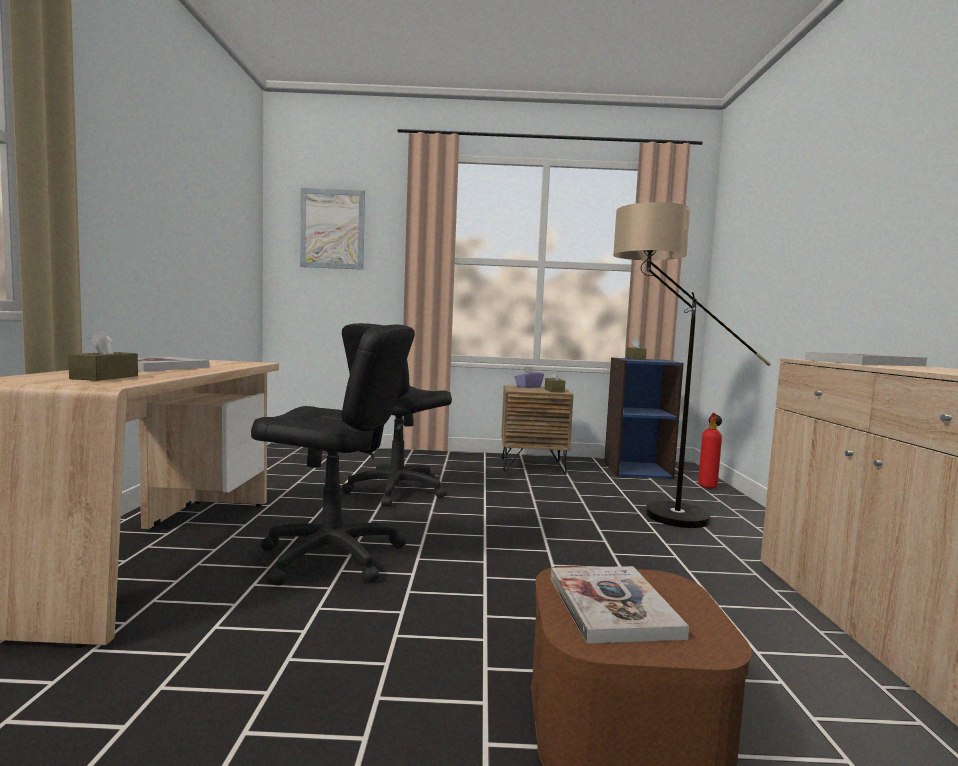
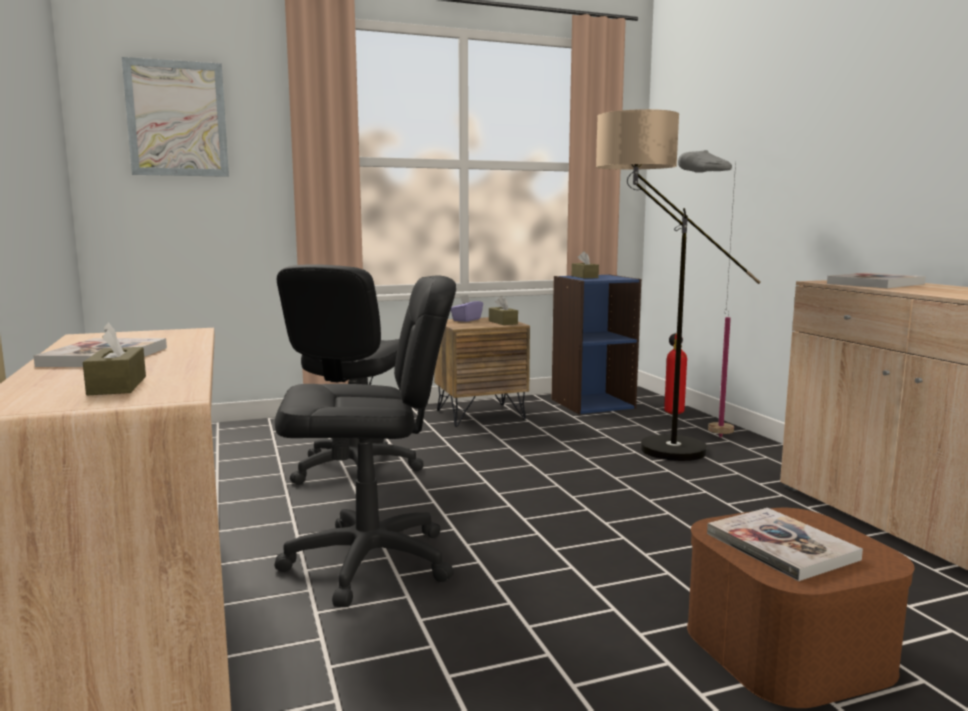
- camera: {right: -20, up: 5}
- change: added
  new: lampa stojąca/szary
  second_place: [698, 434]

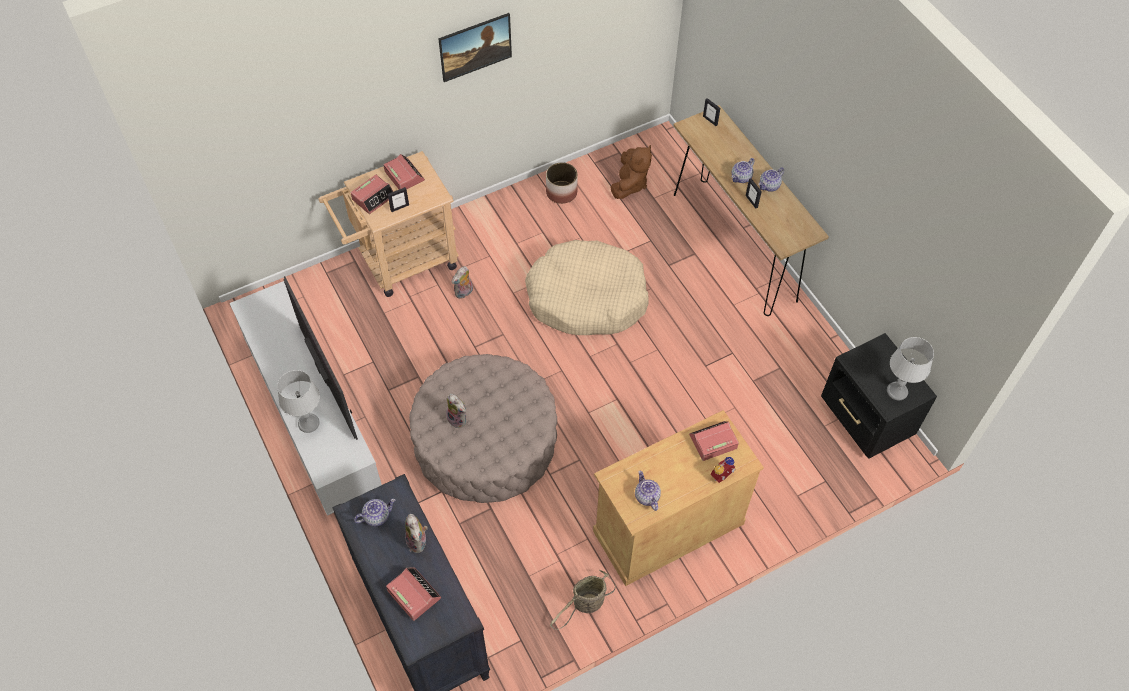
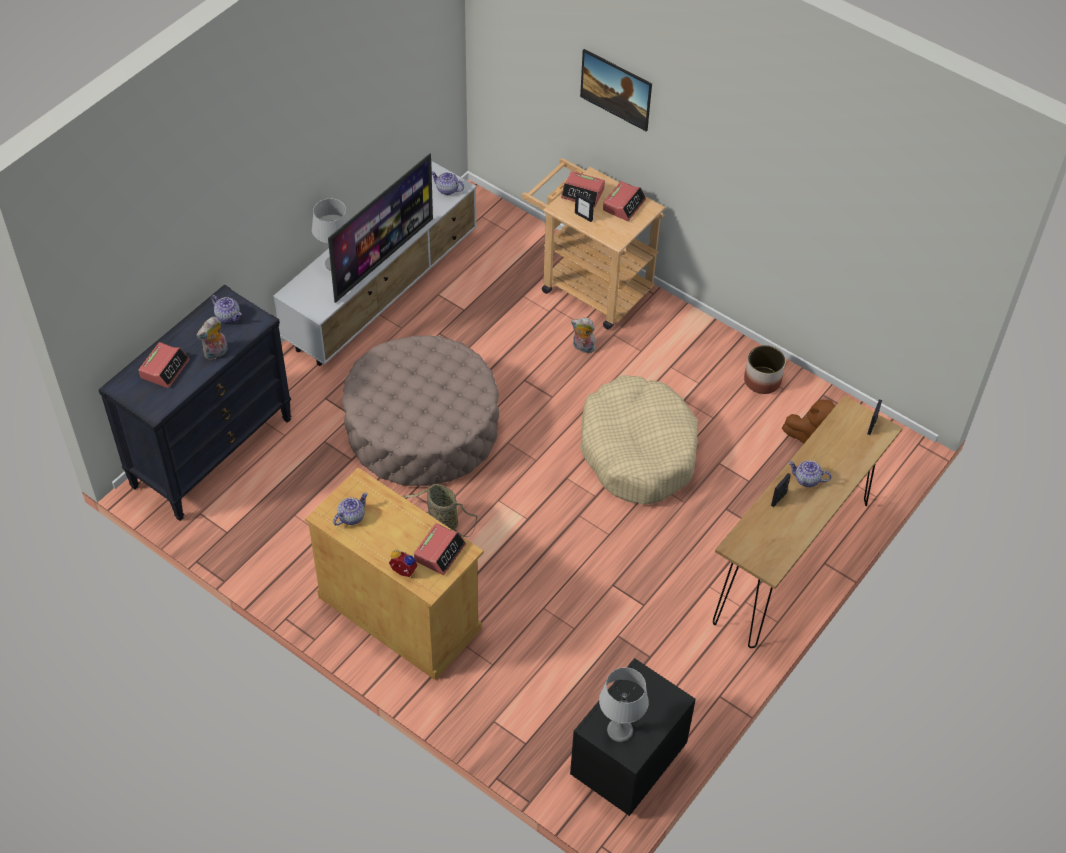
- camera: {right: 65, up: -5}
- change: moved
  old: koszyk
  first_place: [586, 604]
  second_place: [441, 521]
- change: turned
  old: budzik
  first_place: [713, 442]
  second_place: [440, 552]
  degrees: 75
- change: moved
  old: imbryk
  first_place: [769, 186]
  second_place: [447, 190]
- change: moved
  old: obraz
  first_place: [476, 57]
  second_place: [615, 101]
- change: removed
  old: pluszak
  first_place: [458, 419]

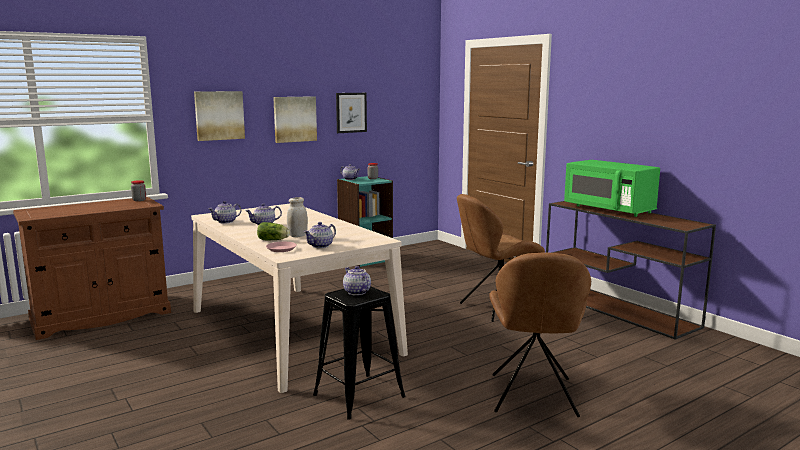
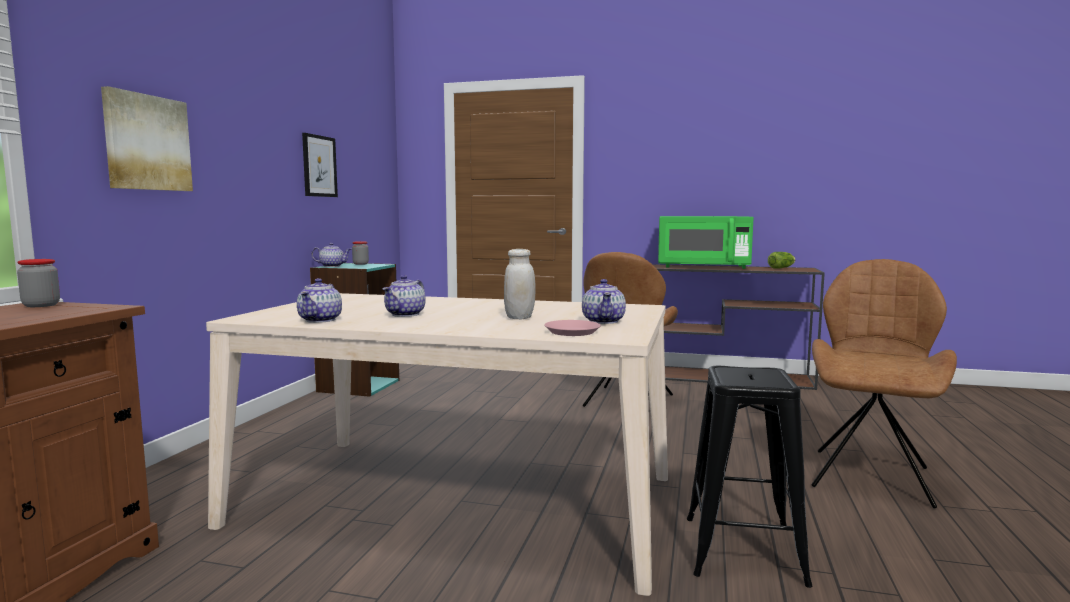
- camera: {right: -40, up: -5}
- change: moved
  old: sałata
  first_place: [274, 240]
  second_place: [782, 268]
- change: turned
  old: krzesło/brązowy
  first_place: [533, 397]
  second_place: [871, 475]
  degrees: -120
- change: removed
  old: obraz
  first_place: [294, 119]
- change: removed
  old: imbryk
  first_place: [356, 292]

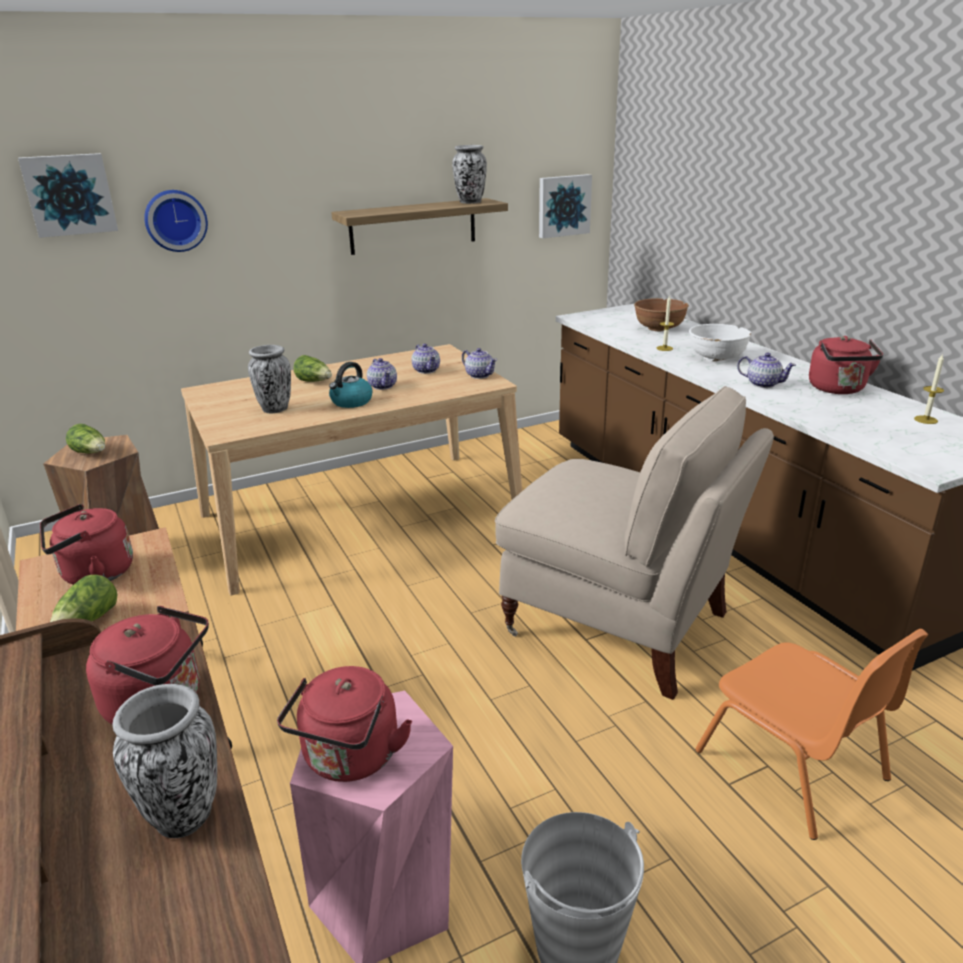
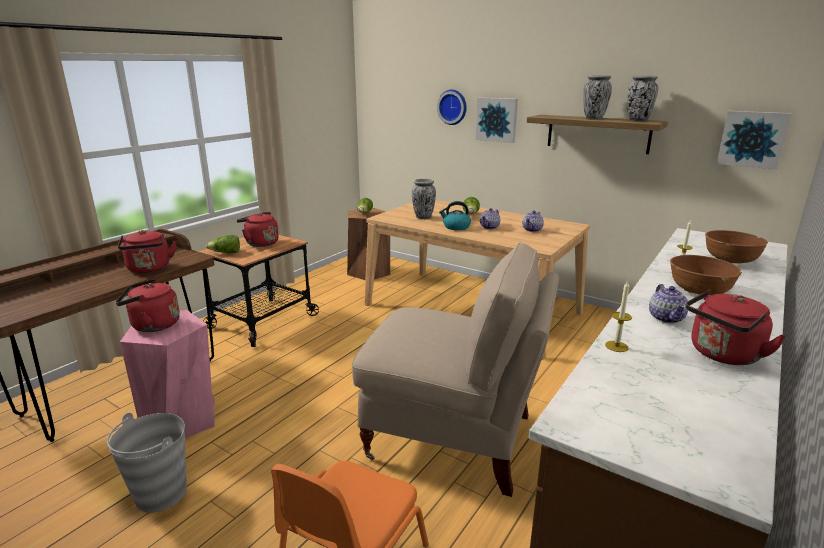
- camera: {right: 60, up: -5}
- change: turned
  old: krzesło/beżowy
  first_place: [620, 625]
  second_place: [453, 437]
  degrees: -75
- change: moved
  old: obraz
  first_place: [69, 195]
  second_place: [497, 119]
- change: moved
  old: wazon
  first_place: [184, 815]
  second_place: [593, 118]
- change: moved
  old: świeca
  first_place: [926, 420]
  second_place: [616, 346]
- change: recoloured
  old: miska/biały
  new: miska/brązowy
  first_place: [716, 358]
  second_place: [699, 291]
- change: removed
  old: imbryk
  first_place: [479, 375]

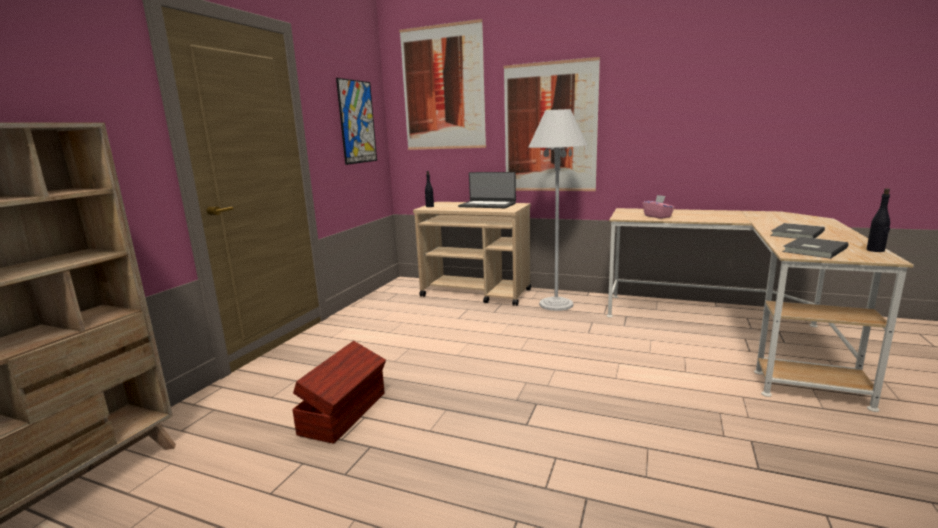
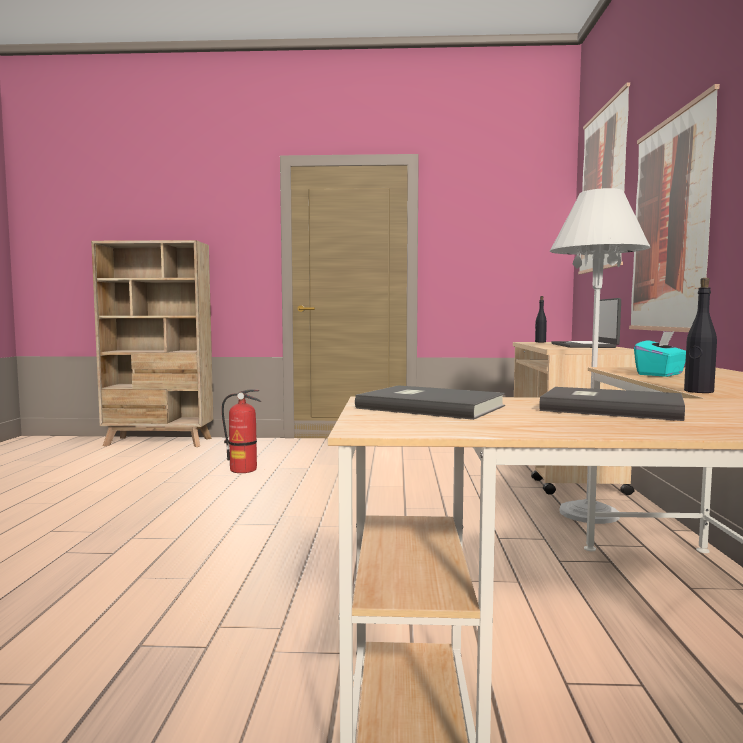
- camera: {right: 70, up: -10}
- change: replaced
  old: pojemnik do przechowywania/brązowy
  new: gaśnica
  first_place: [345, 413]
  second_place: [243, 470]
- change: recoloured
  old: pudełko chusteczek/różowy
  new: pudełko chusteczek/turkusowy
  first_place: [657, 216]
  second_place: [661, 374]
- change: moved
  old: butelka/czarny
  first_place: [875, 250]
  second_place: [698, 391]
- change: removed
  old: obraz
  first_place: [357, 122]

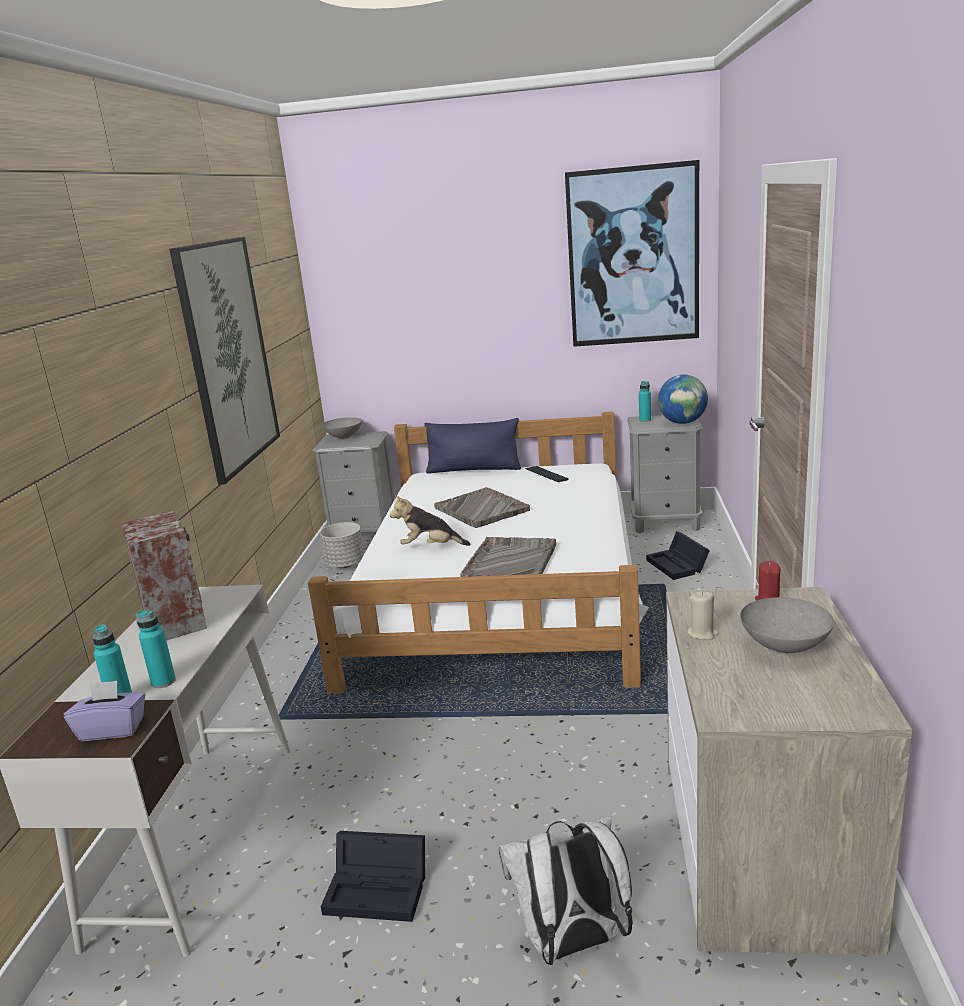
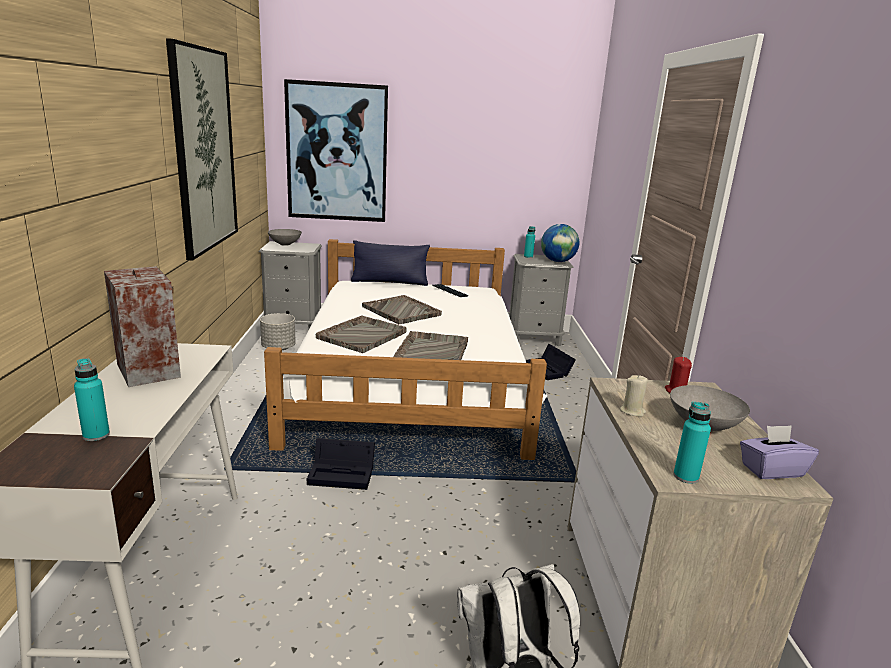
- camera: {right: -10, up: 0}
- change: moved
  old: obraz
  first_place: [633, 256]
  second_place: [337, 153]
- change: moved
  old: pojemnik do przechowywania/czarny
  first_place: [380, 889]
  second_place: [343, 474]
- change: replaced
  old: pluszak
  new: taca/szary
  first_place: [430, 547]
  second_place: [362, 335]
- change: moved
  old: butelka/turkusowy
  first_place: [163, 682]
  second_place: [685, 477]
- change: moved
  old: pudełko chusteczek/fioletowy
  first_place: [112, 729]
  second_place: [771, 470]

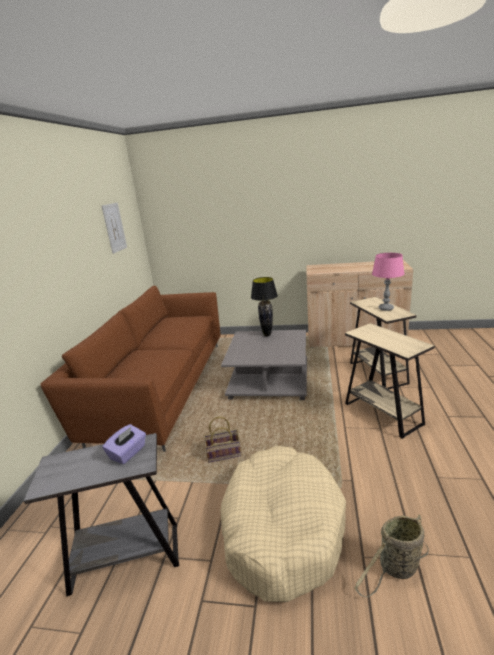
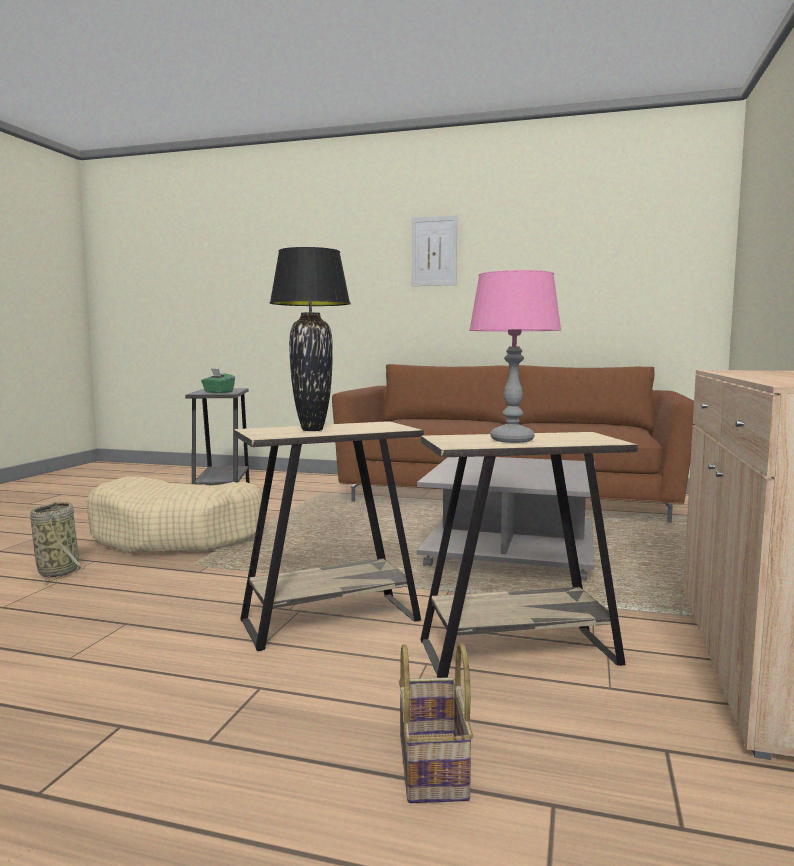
- camera: {right: 95, up: -15}
- change: recoloured
  old: pudełko chusteczek/fioletowy
  new: pudełko chusteczek/zielony
  first_place: [128, 453]
  second_place: [218, 392]
- change: moved
  old: lampa stołowa/czarny
  first_place: [267, 335]
  second_place: [313, 430]
- change: moved
  old: koszyk
  first_place: [224, 453]
  second_place: [435, 768]
- change: moved
  old: obraz
  first_place: [114, 227]
  second_place: [434, 251]

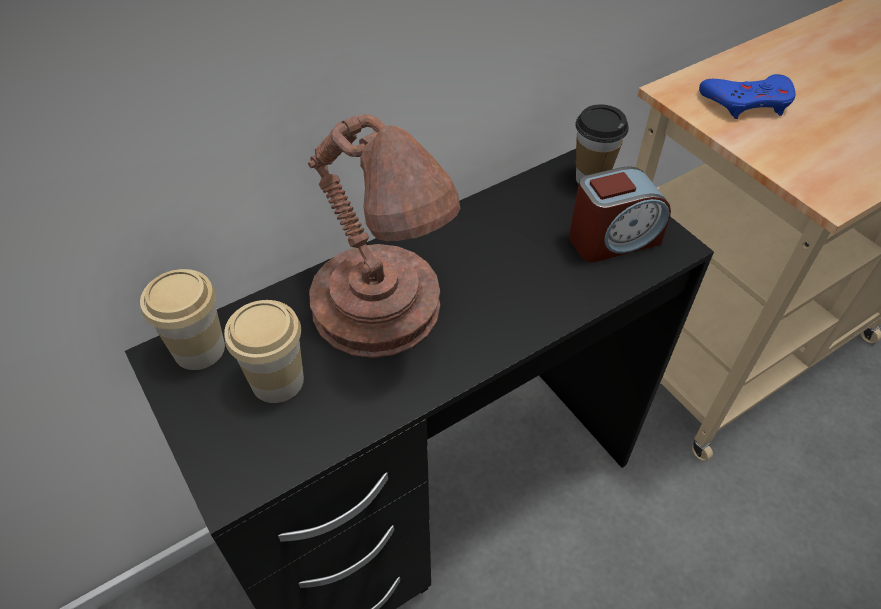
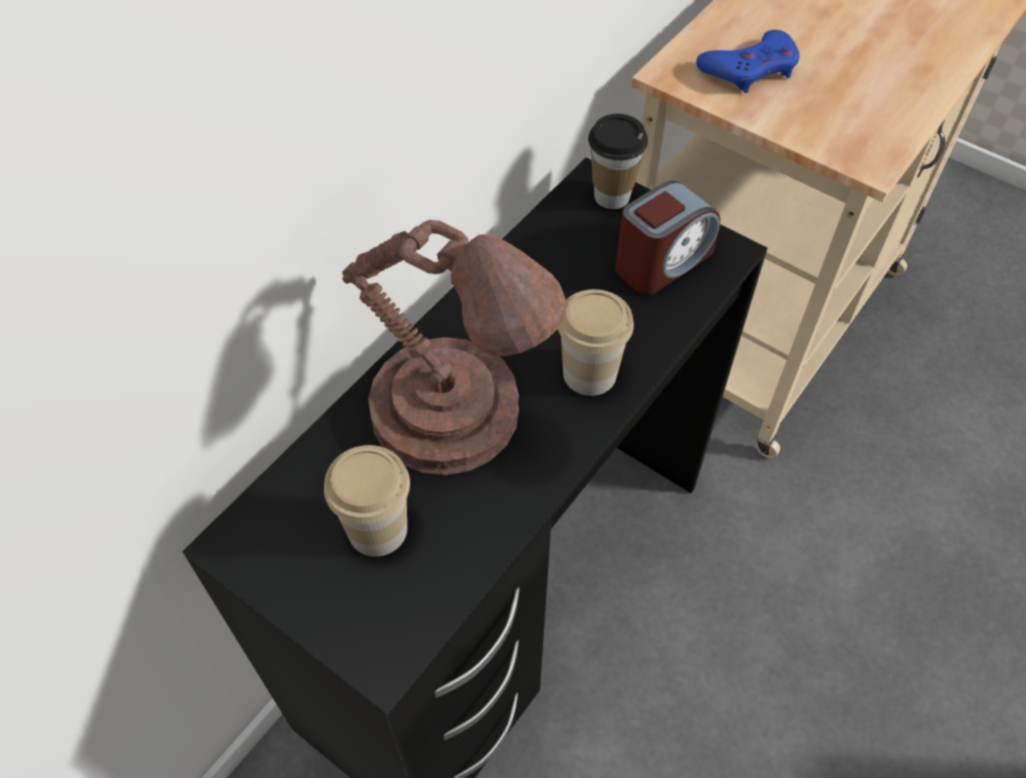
- camera: {right: -20, up: 5}
- change: moved
  old: filiżanka
  first_place: [199, 349]
  second_place: [589, 373]

